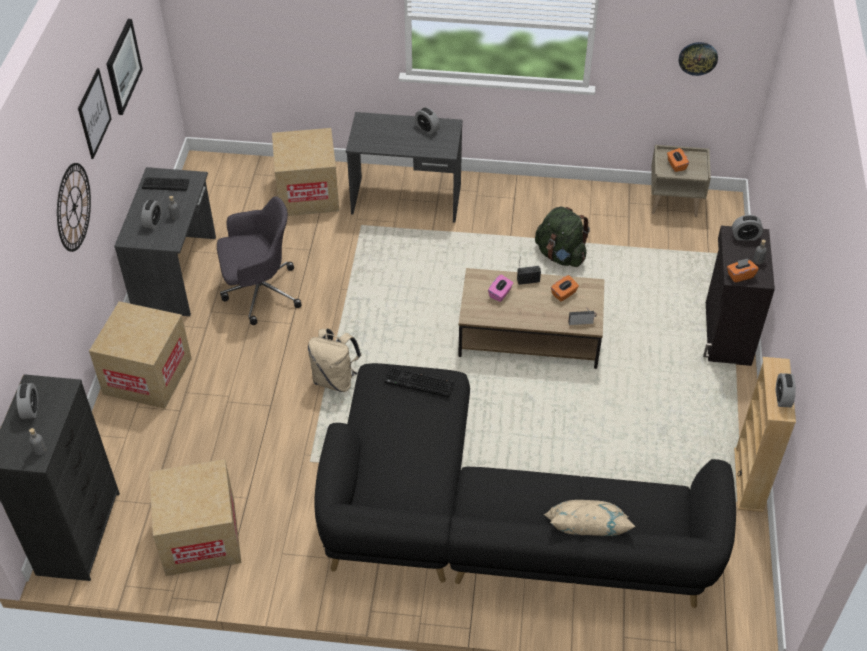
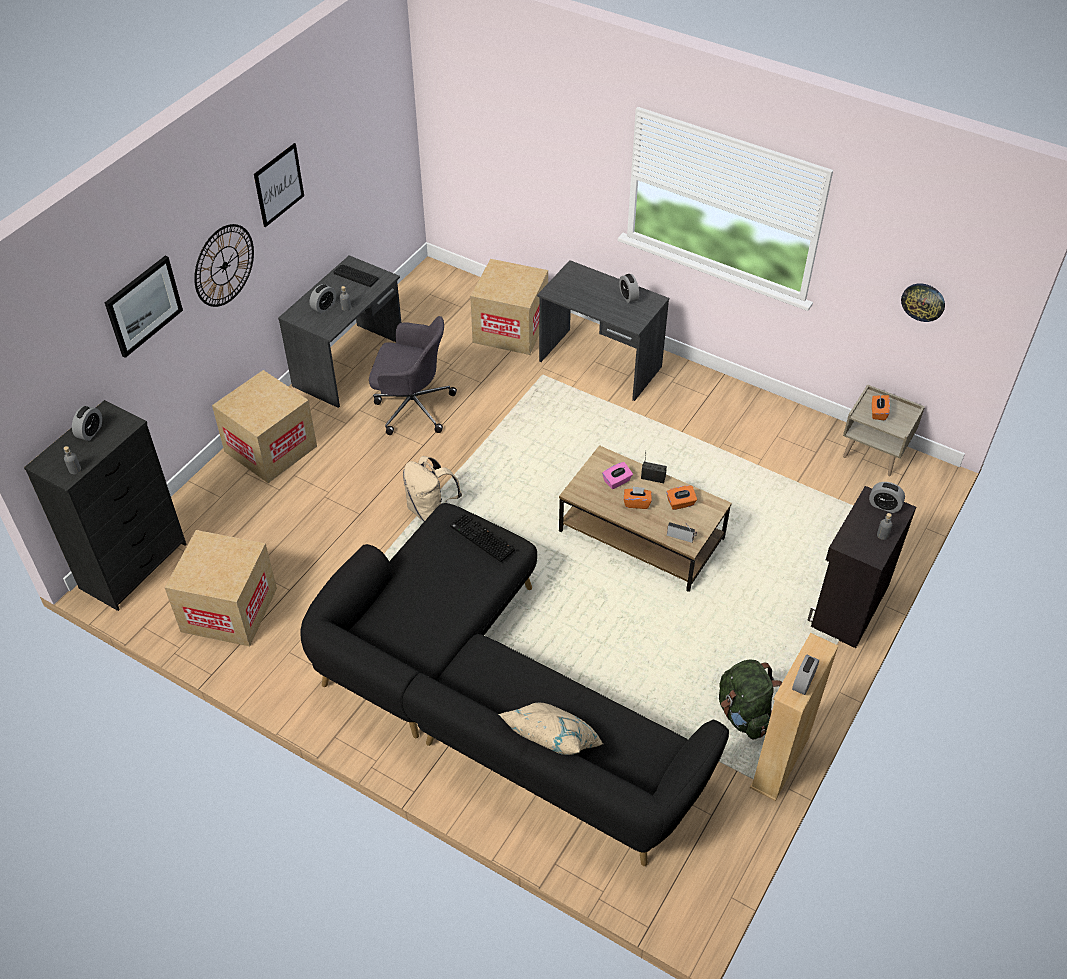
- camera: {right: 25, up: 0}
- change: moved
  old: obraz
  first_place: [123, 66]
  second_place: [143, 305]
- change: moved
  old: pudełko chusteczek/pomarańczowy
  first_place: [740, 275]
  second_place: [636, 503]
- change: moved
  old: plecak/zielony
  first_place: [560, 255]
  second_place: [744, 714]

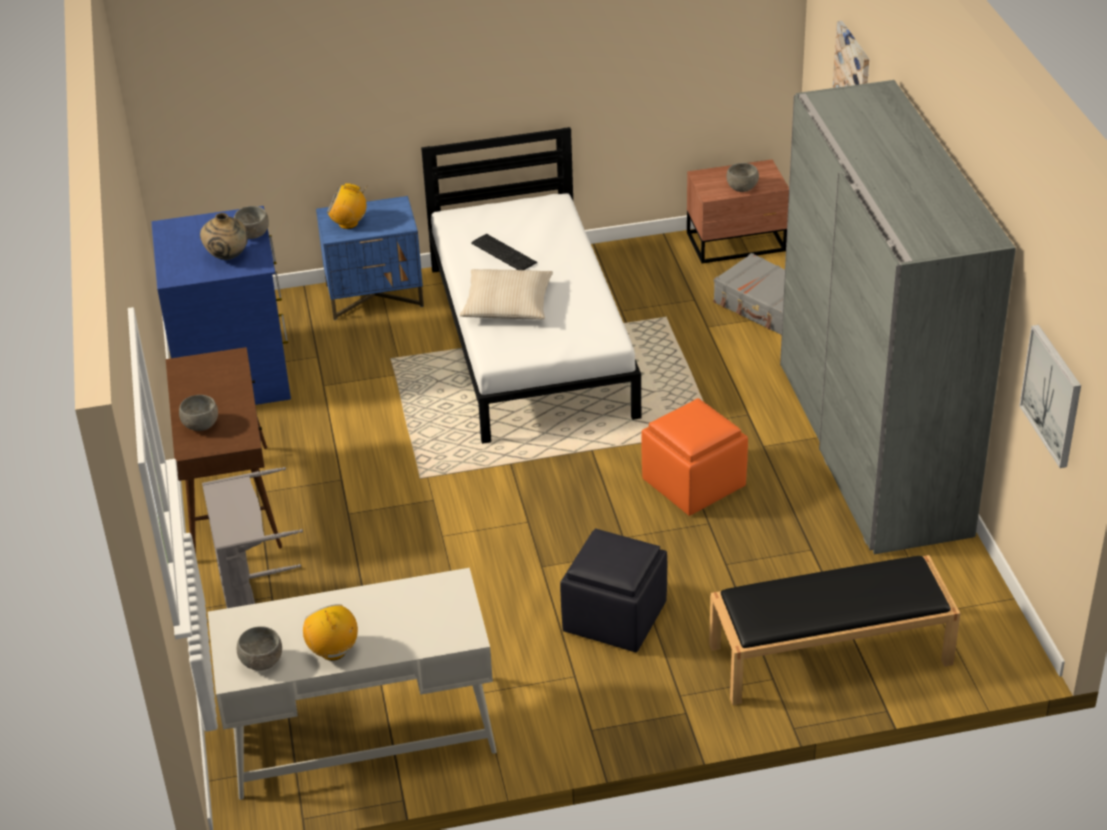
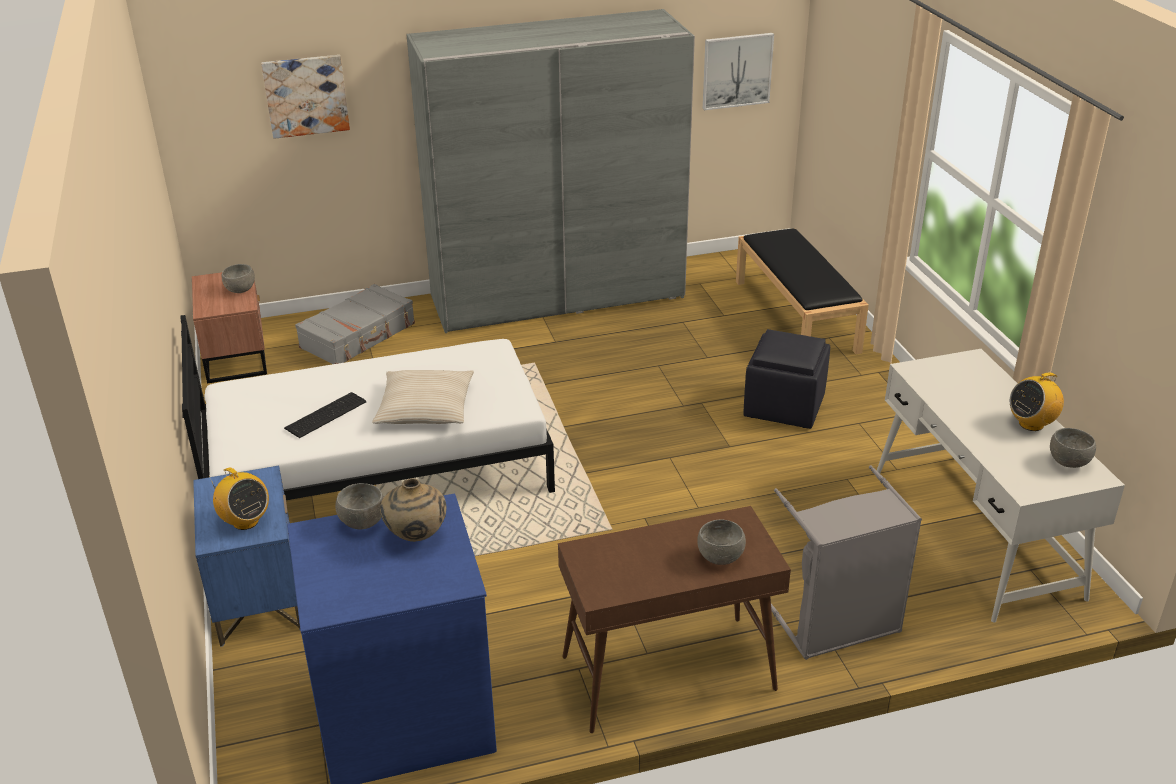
- camera: {right: -95, up: -5}
- change: turned
  old: radio
  first_place: [348, 223]
  second_place: [245, 521]
  degrees: -45
- change: removed
  old: pufa/pomarańczowy
  first_place: [695, 484]

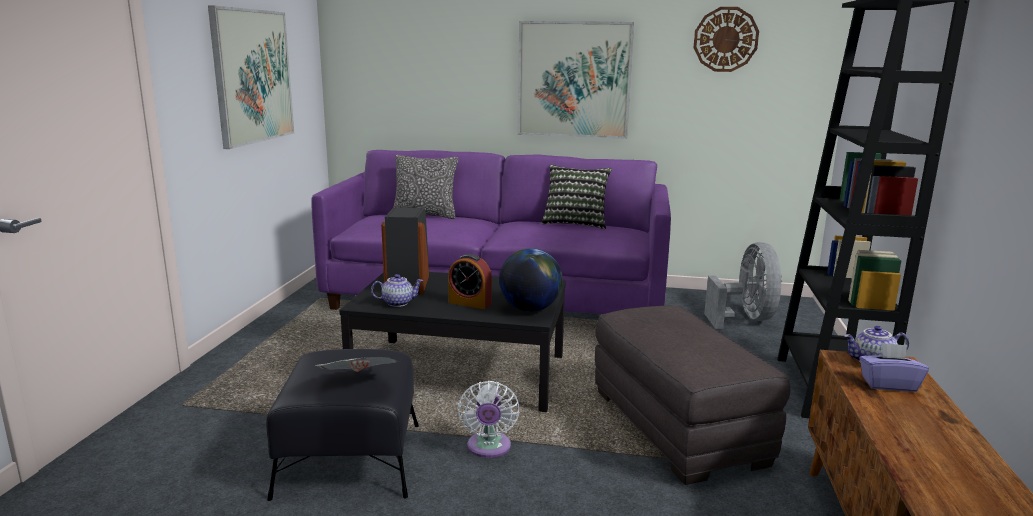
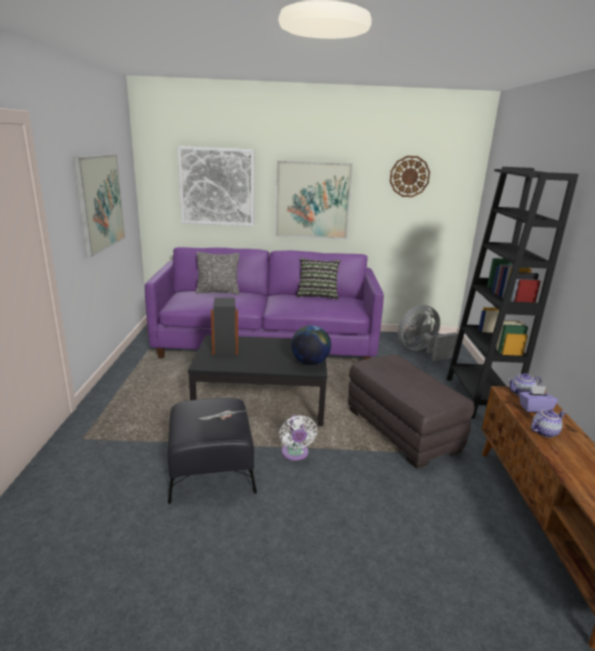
- camera: {right: -10, up: 5}
- change: added
  new: obraz
  second_place: [217, 186]
- change: turned
  old: wentylator/szary
  first_place: [745, 319]
  second_place: [421, 352]
  degrees: -105
- change: moved
  old: imbryk
  first_place: [398, 303]
  second_place: [544, 432]
- change: removed
  old: budzik
  first_place: [470, 303]

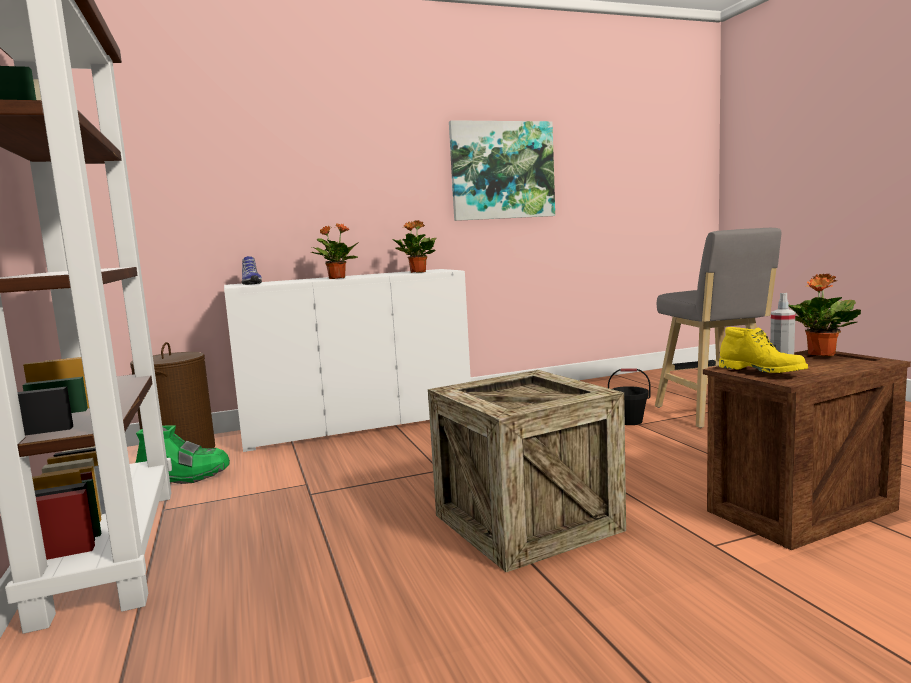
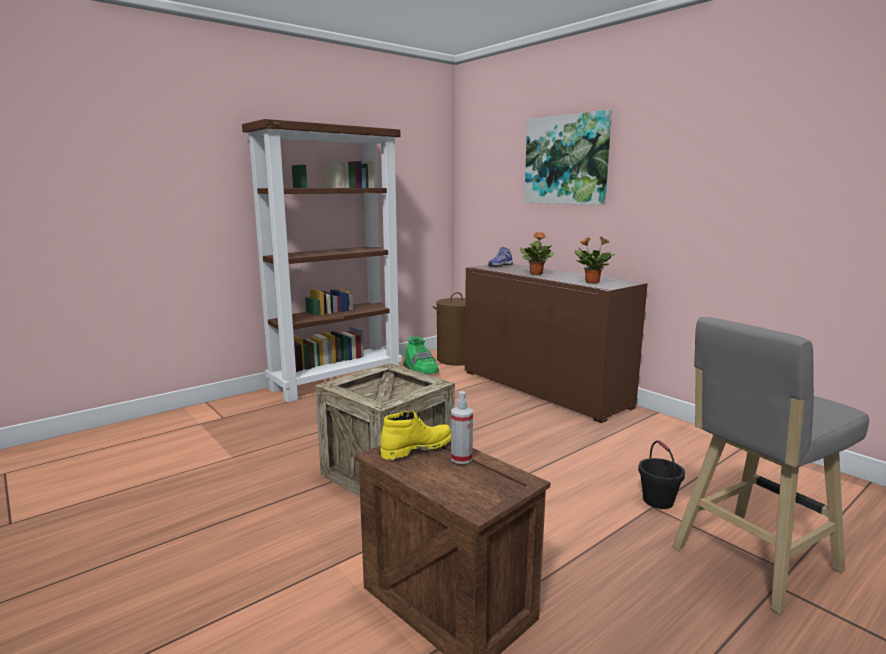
- camera: {right: 70, up: 5}
- change: turned
  old: but z cholewką/żółty
  first_place: [762, 371]
  second_place: [417, 448]
  degrees: -150
- change: recoloured
  old: szafka/biały
  new: szafka/brązowy
  first_place: [357, 424]
  second_place: [543, 389]
- change: moved
  old: obraz
  first_place: [502, 170]
  second_place: [566, 160]
- change: removed
  old: roślina doniczkowa
  first_place: [820, 354]

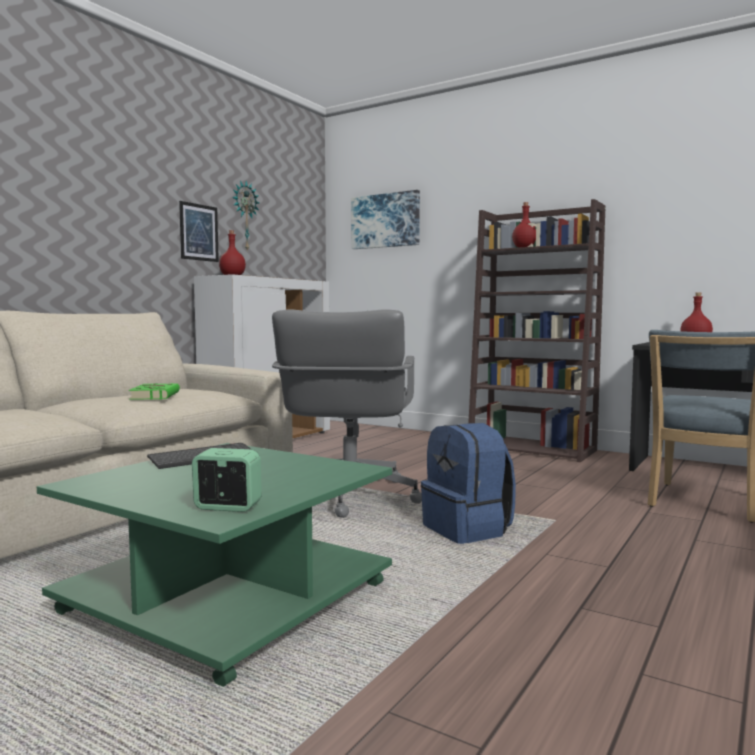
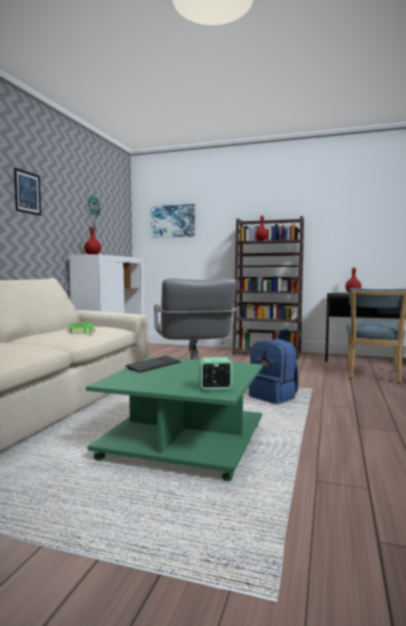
- camera: {right: -15, up: 0}
- change: moved
  old: obraz
  first_place: [199, 232]
  second_place: [27, 192]

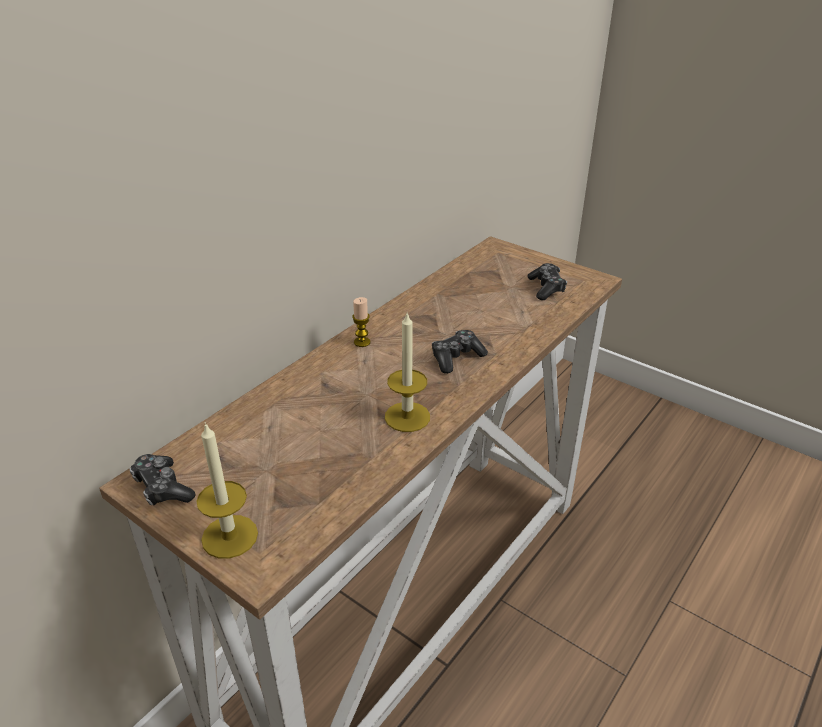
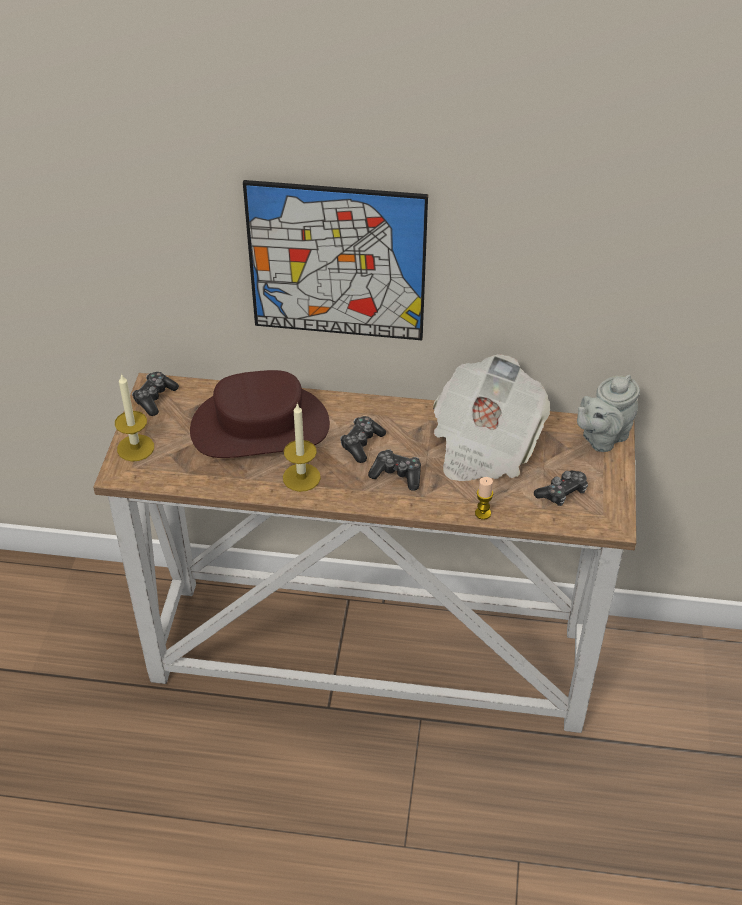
- camera: {right: 60, up: 10}
- change: added
  new: kapelusz/brązowy
  second_place: [260, 426]
- change: added
  new: obraz
  second_place: [337, 262]
- change: added
  new: pad do gier
  second_place: [361, 444]
- change: added
  new: gazeta
  second_place: [484, 444]
- change: moved
  old: świeca
  first_place: [362, 342]
  second_place: [483, 513]
- change: added
  new: imbryk/szary
  second_place: [602, 437]

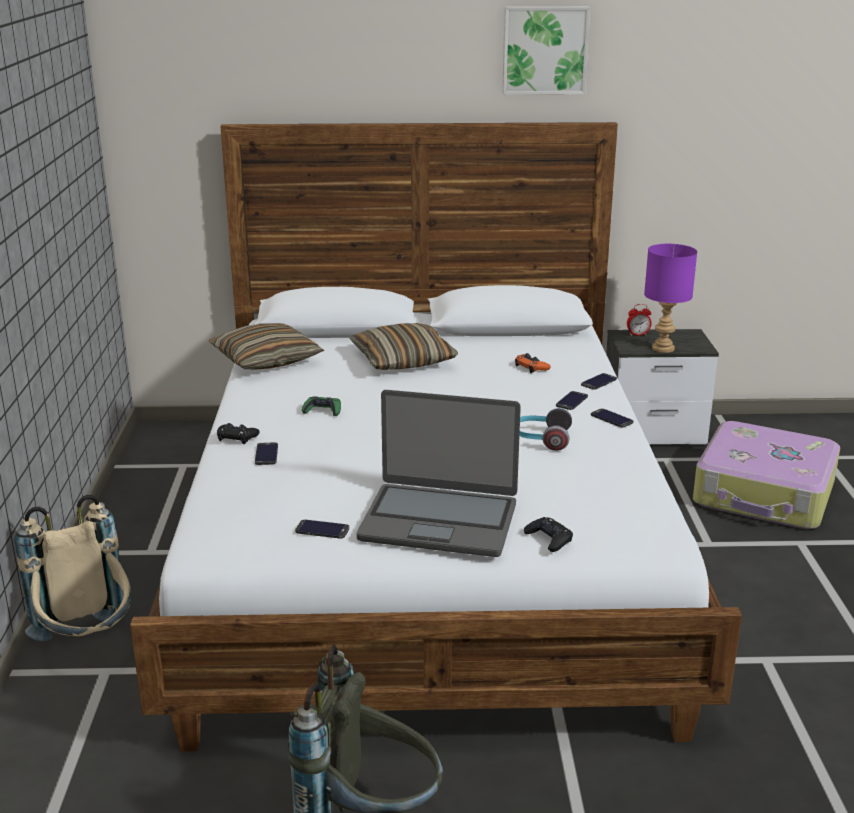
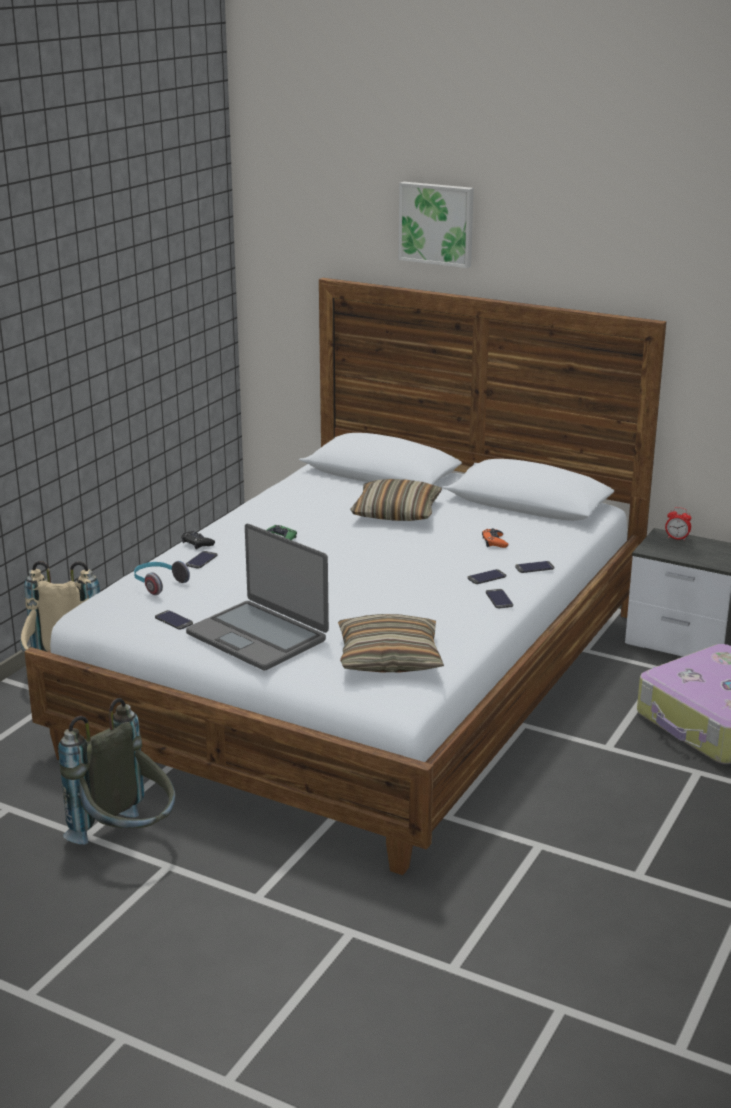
- camera: {right: 30, up: 0}
- change: moved
  old: słuchawki
  first_place: [540, 439]
  second_place: [158, 584]
- change: moved
  old: poduszka
  first_place: [266, 360]
  second_place: [389, 658]
- change: moved
  old: obraz
  first_place: [544, 50]
  second_place: [437, 223]
- change: removed
  old: pad do gier/czarny
  first_place: [549, 539]
- change: removed
  old: lampa stołowa/fioletowy
  first_place: [662, 349]

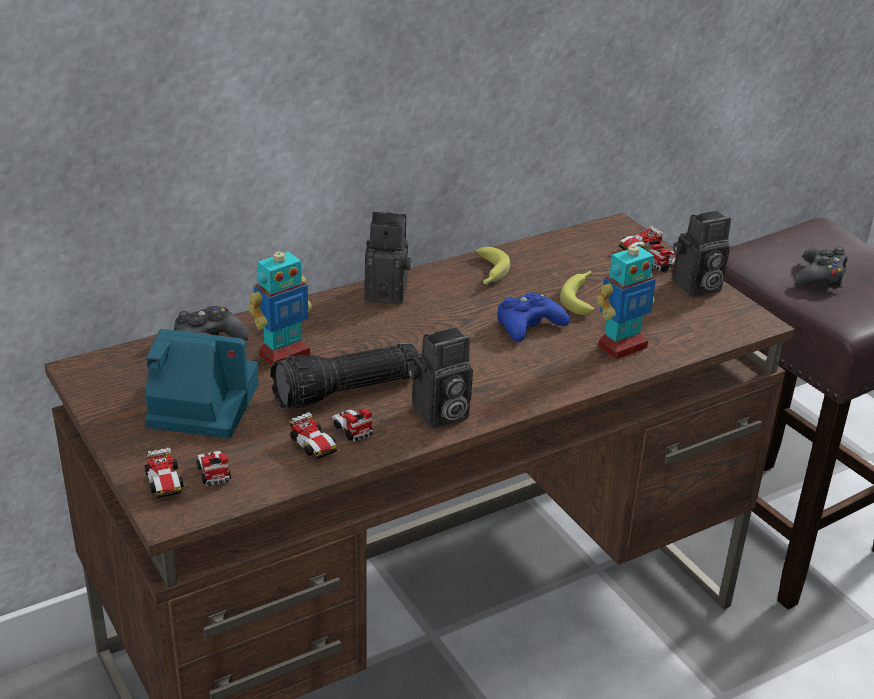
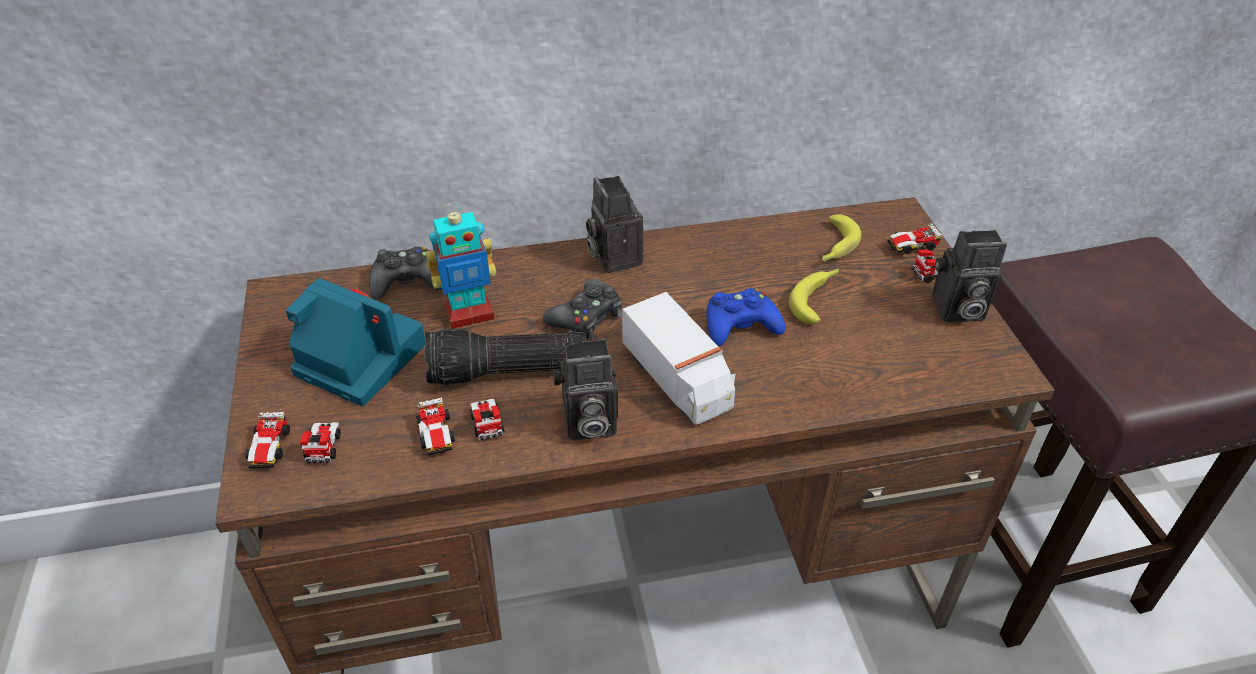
- camera: {right: 20, up: 10}
- change: moved
  old: pad do gier/czarny
  first_place: [820, 276]
  second_place: [586, 317]
- change: turned
  old: aparat fotograficzny
  first_place: [389, 292]
  second_place: [613, 256]
  degrees: -135
- change: added
  new: ciężarówka zabawkowa
  second_place: [678, 379]
- change: moved
  old: banan
  first_place: [489, 274]
  second_place: [834, 246]
- change: removed
  old: robot zabawkowy
  first_place: [621, 346]

